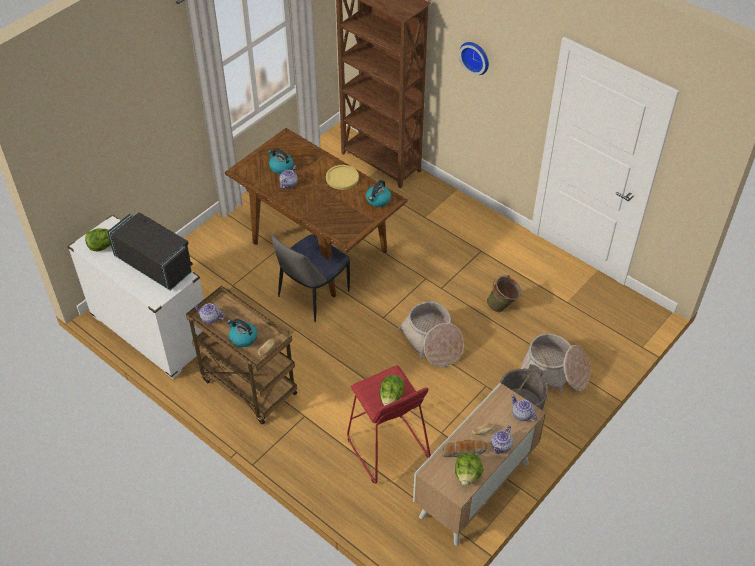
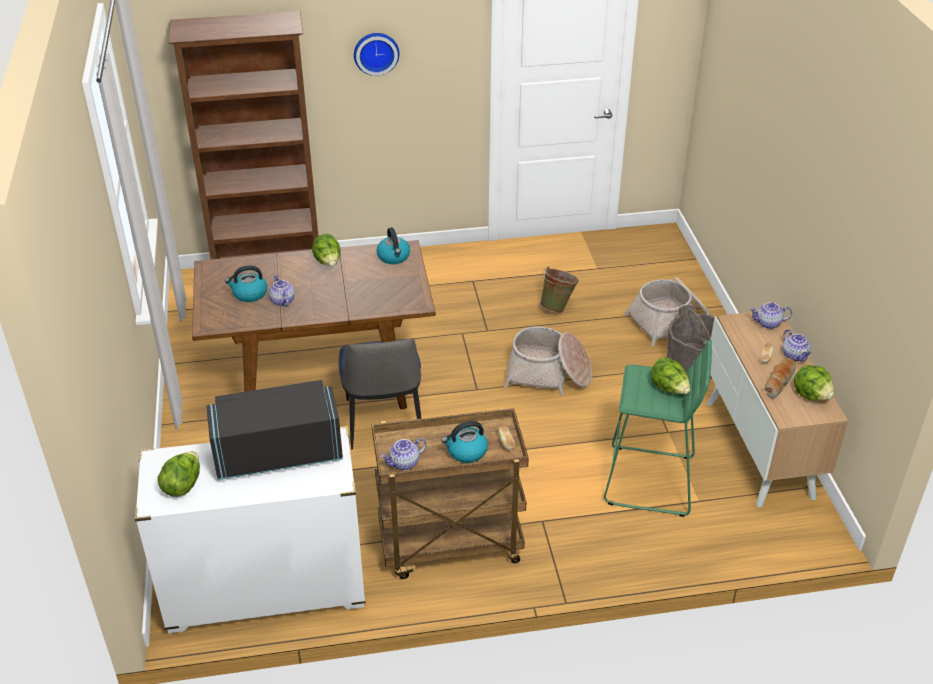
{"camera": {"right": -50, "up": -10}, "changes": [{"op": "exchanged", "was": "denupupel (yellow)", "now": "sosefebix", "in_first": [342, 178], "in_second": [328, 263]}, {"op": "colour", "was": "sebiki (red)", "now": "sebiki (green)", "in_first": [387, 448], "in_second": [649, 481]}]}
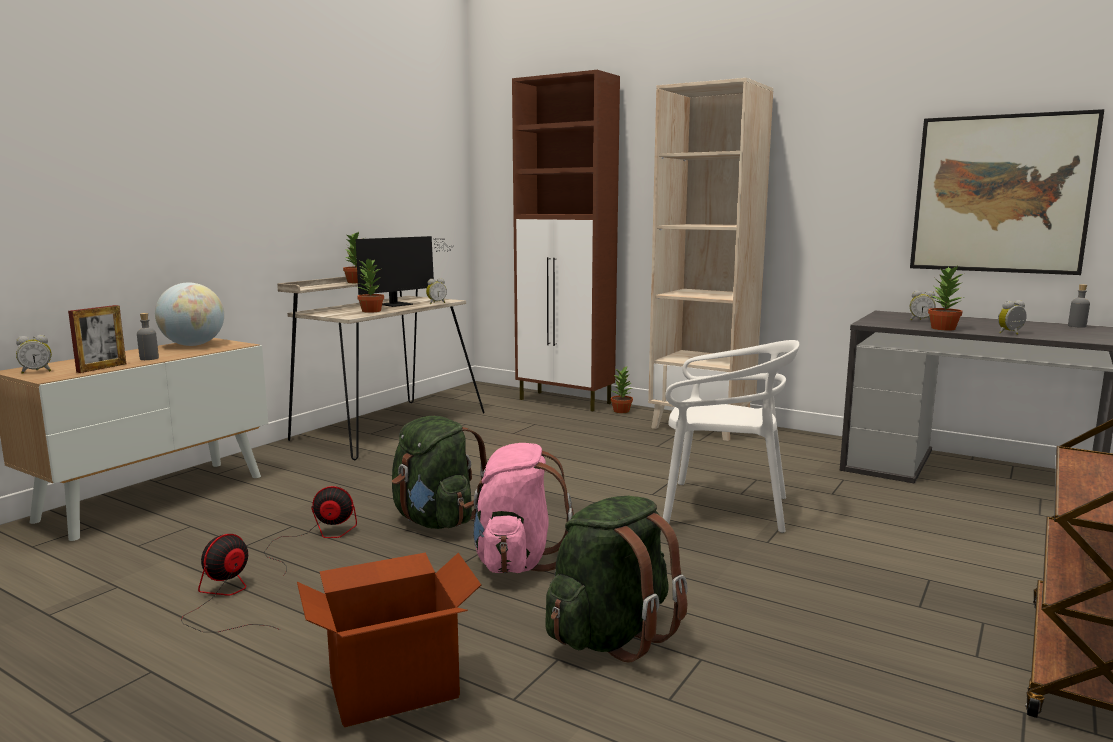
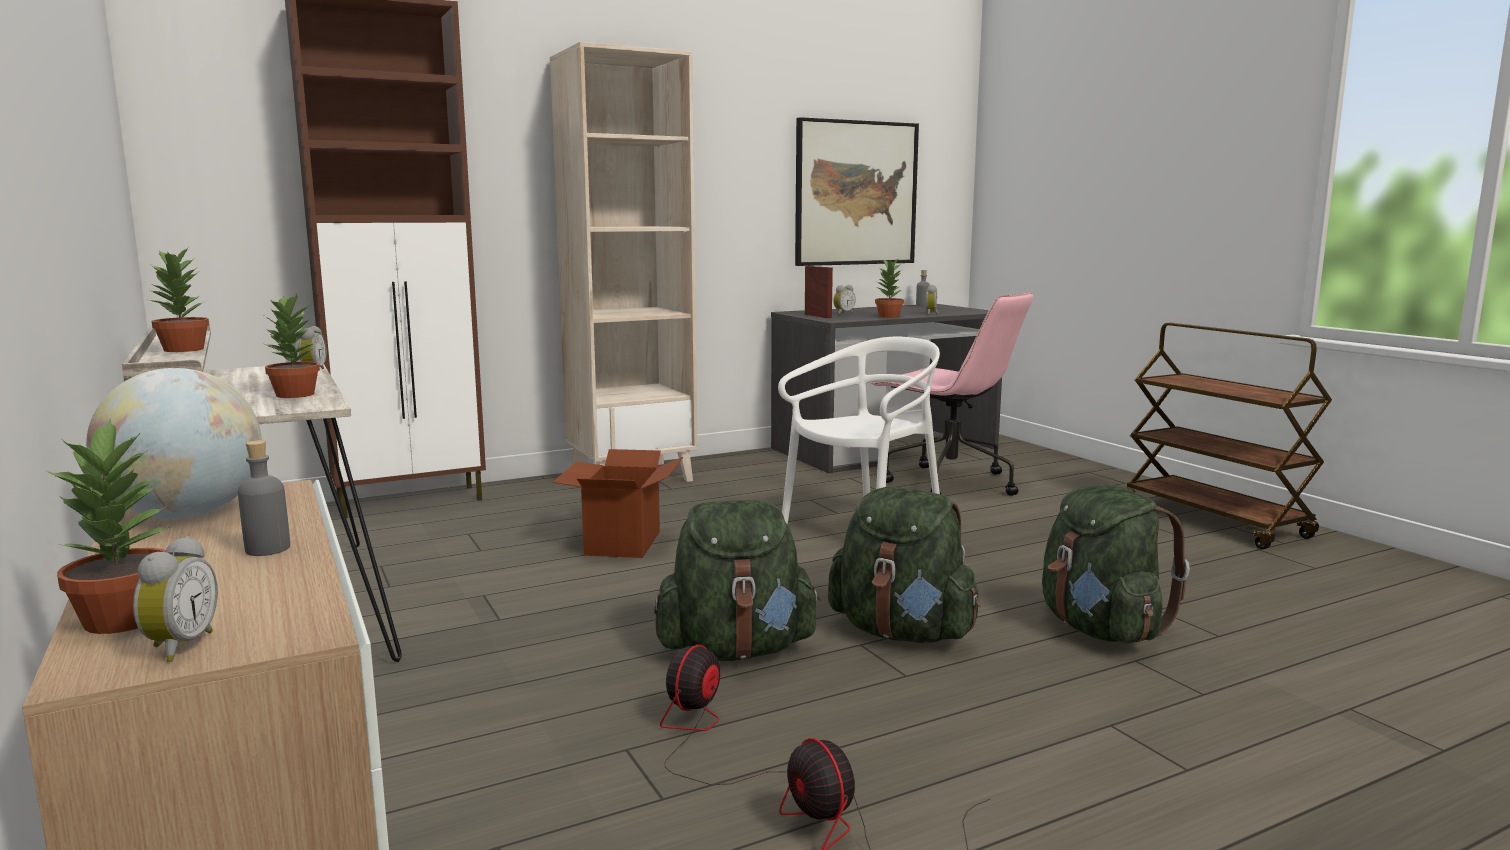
{"camera": {"right": -60, "up": 0}, "changes": [{"op": "missing", "was": "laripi", "in_first": [400, 304]}, {"op": "appeared", "now": "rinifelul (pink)", "in_second": [948, 483]}, {"op": "relocated", "was": "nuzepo", "in_first": [102, 368], "in_second": [818, 316]}, {"op": "relocated", "was": "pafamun", "in_first": [393, 687], "in_second": [621, 543]}, {"op": "relocated", "was": "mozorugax", "in_first": [622, 411], "in_second": [127, 619]}, {"op": "colour", "was": "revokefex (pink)", "now": "revokefex (green)", "in_first": [515, 561], "in_second": [902, 633]}]}
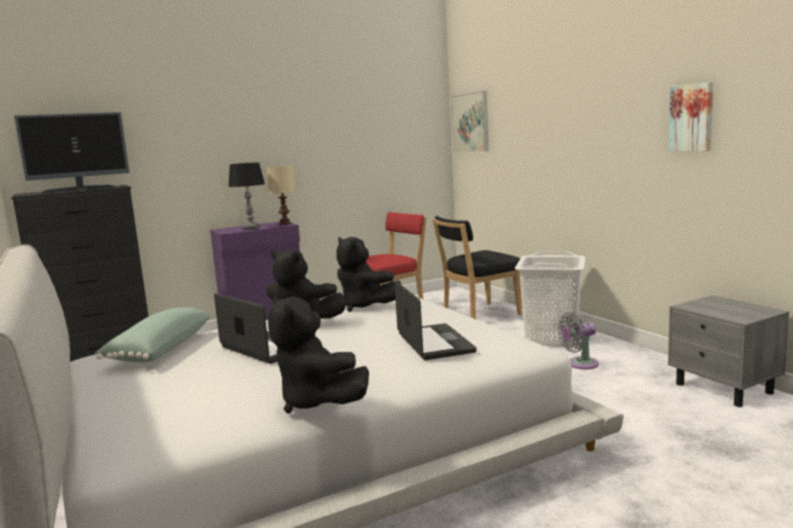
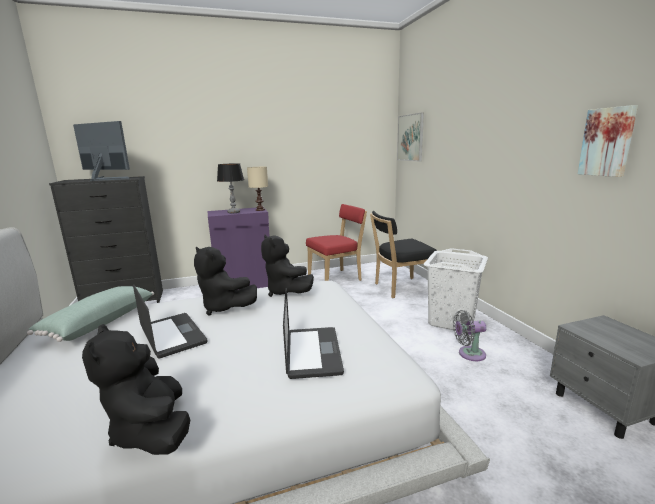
{"camera": {"right": 10, "up": 5}, "changes": [{"op": "spun", "was": "laripi", "in_first": [81, 189], "in_second": [105, 179], "clockwise": -135}]}
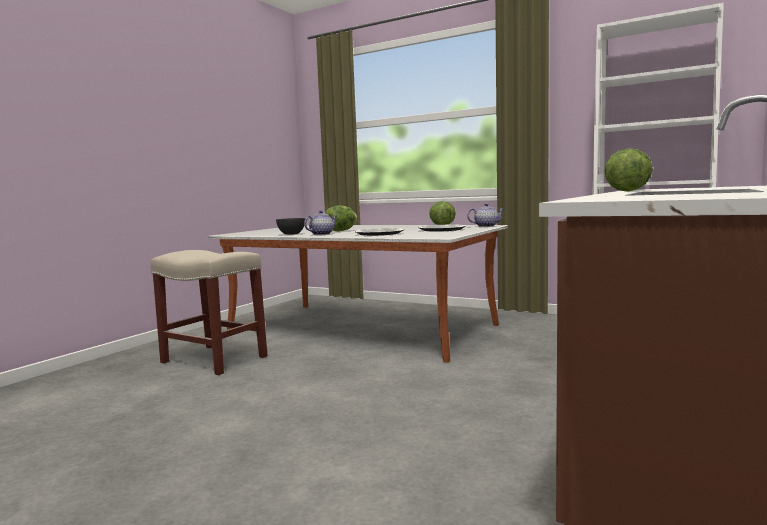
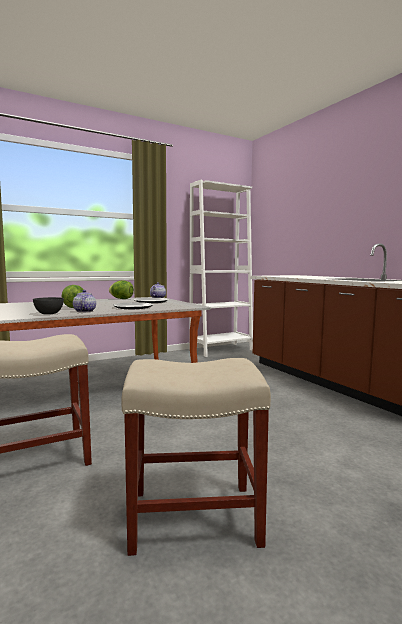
{"camera": {"right": -60, "up": 0}, "changes": [{"op": "missing", "was": "sosefebix", "in_first": [626, 191]}, {"op": "appeared", "now": "sebiki (beige)", "in_second": [191, 517]}]}
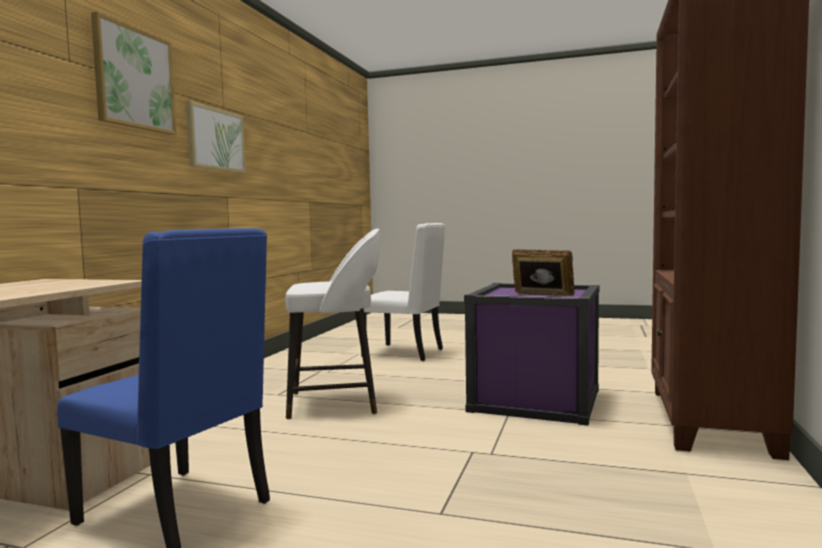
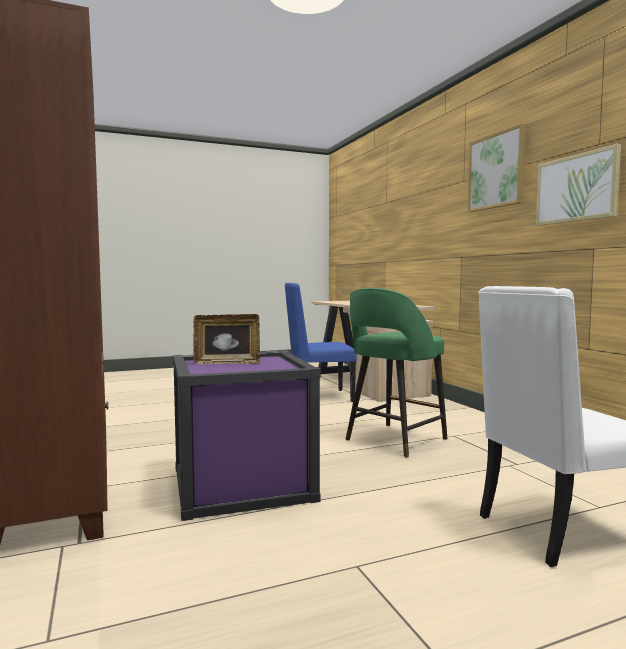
{"camera": {"right": 140, "up": 0}, "changes": [{"op": "colour", "was": "sebiki (white)", "now": "sebiki (green)", "in_first": [336, 403], "in_second": [394, 440]}]}
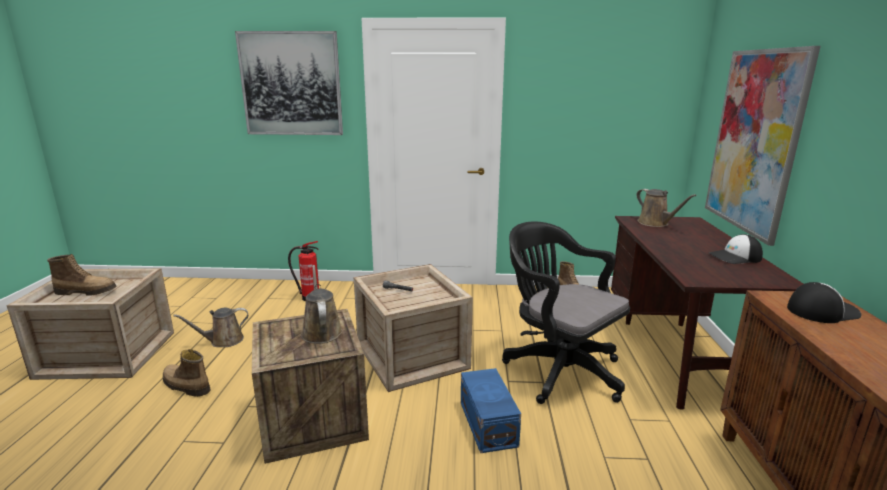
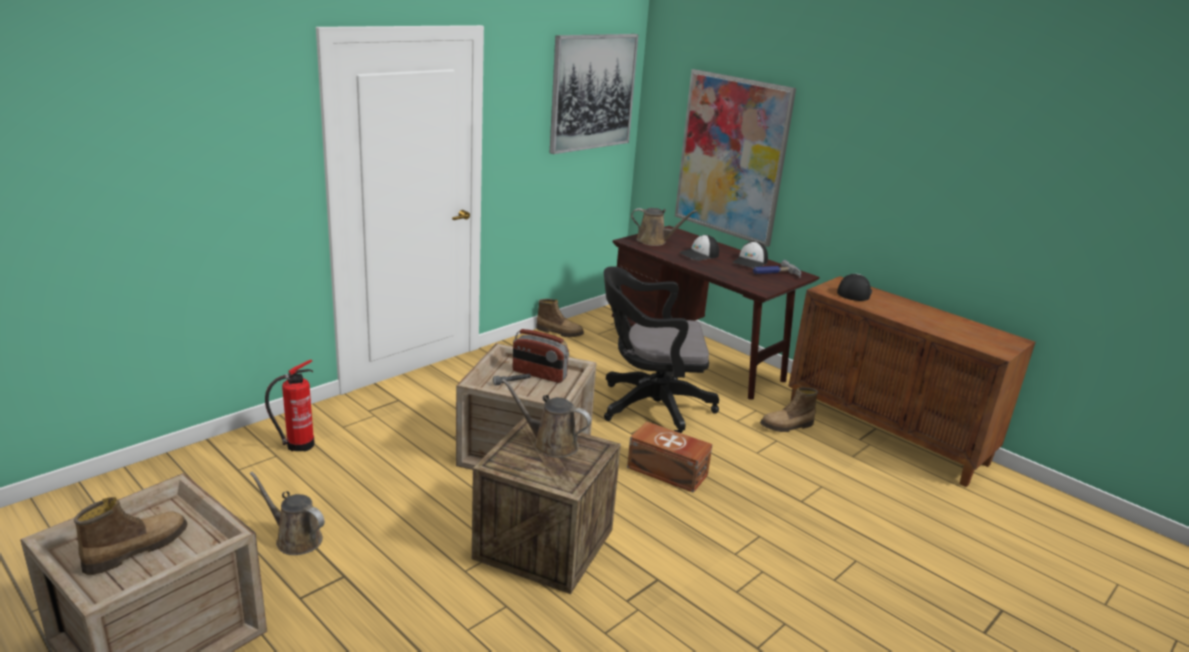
{"camera": {"right": -50, "up": 5}, "changes": [{"op": "appeared", "now": "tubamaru", "in_second": [539, 374]}, {"op": "appeared", "now": "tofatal", "in_second": [699, 255]}, {"op": "appeared", "now": "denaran", "in_second": [775, 274]}, {"op": "relocated", "was": "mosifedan", "in_first": [185, 386], "in_second": [787, 426]}, {"op": "relocated", "was": "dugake", "in_first": [291, 84], "in_second": [592, 92]}, {"op": "colour", "was": "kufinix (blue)", "now": "kufinix (brown)", "in_first": [487, 424], "in_second": [667, 472]}, {"op": "spun", "was": "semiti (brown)", "in_first": [223, 341], "in_second": [295, 539], "clockwise": 105}]}
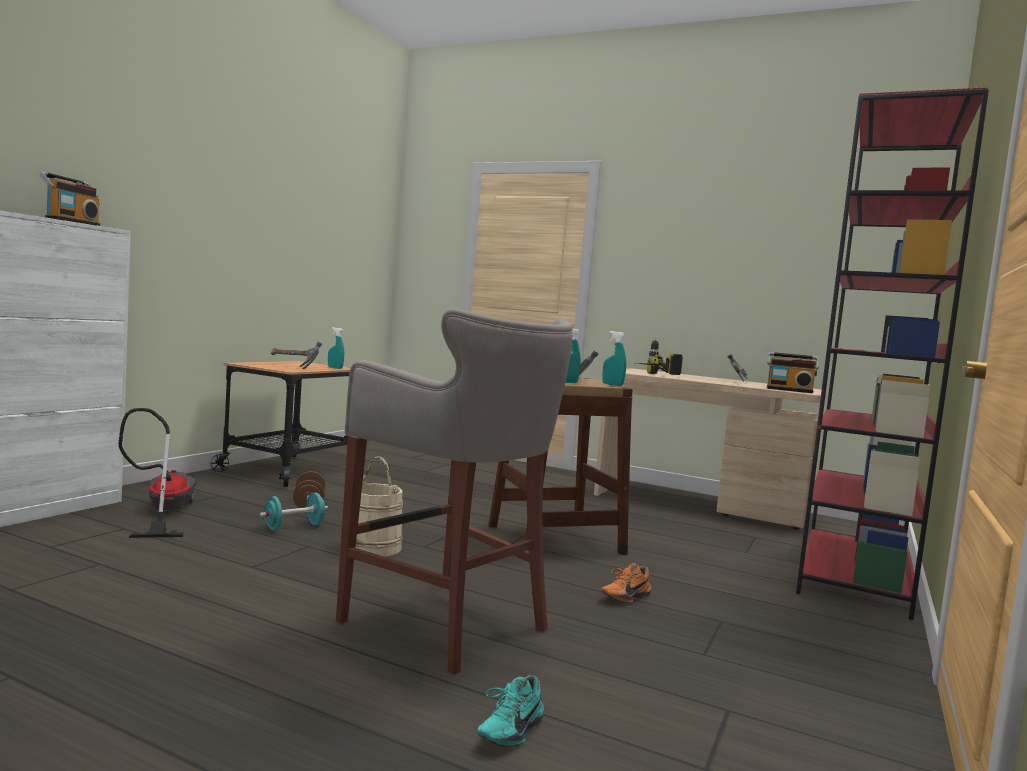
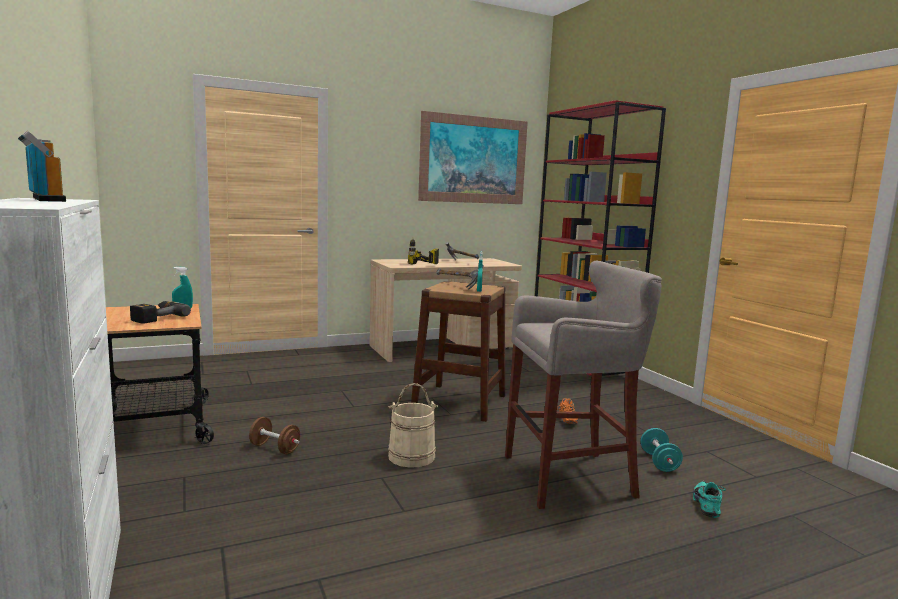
{"camera": {"right": -50, "up": 5}, "changes": [{"op": "missing", "was": "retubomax", "in_first": [162, 513]}, {"op": "missing", "was": "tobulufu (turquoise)", "in_first": [612, 384]}, {"op": "missing", "was": "tubamaru", "in_first": [789, 390]}, {"op": "appeared", "now": "dugake", "in_second": [473, 160]}, {"op": "relocated", "was": "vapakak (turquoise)", "in_first": [293, 527], "in_second": [659, 462]}, {"op": "exchanged", "was": "denaran", "now": "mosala", "in_first": [294, 366], "in_second": [156, 317]}, {"op": "spun", "was": "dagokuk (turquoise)", "in_first": [508, 730], "in_second": [708, 506], "clockwise": -150}]}
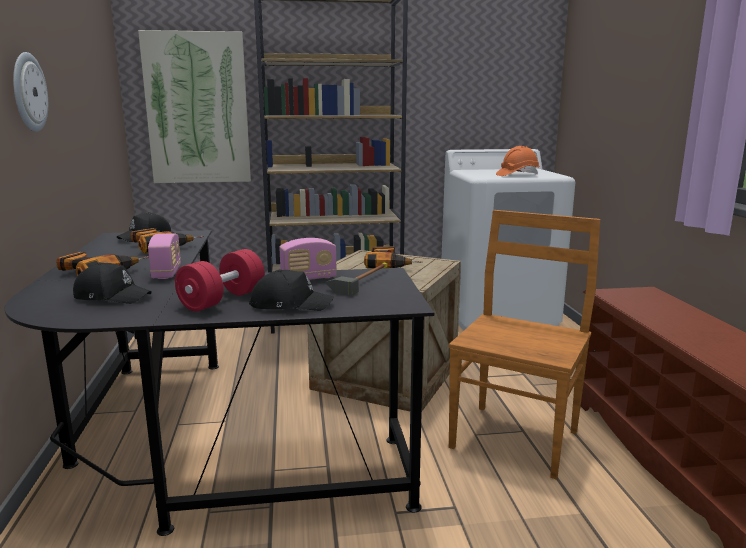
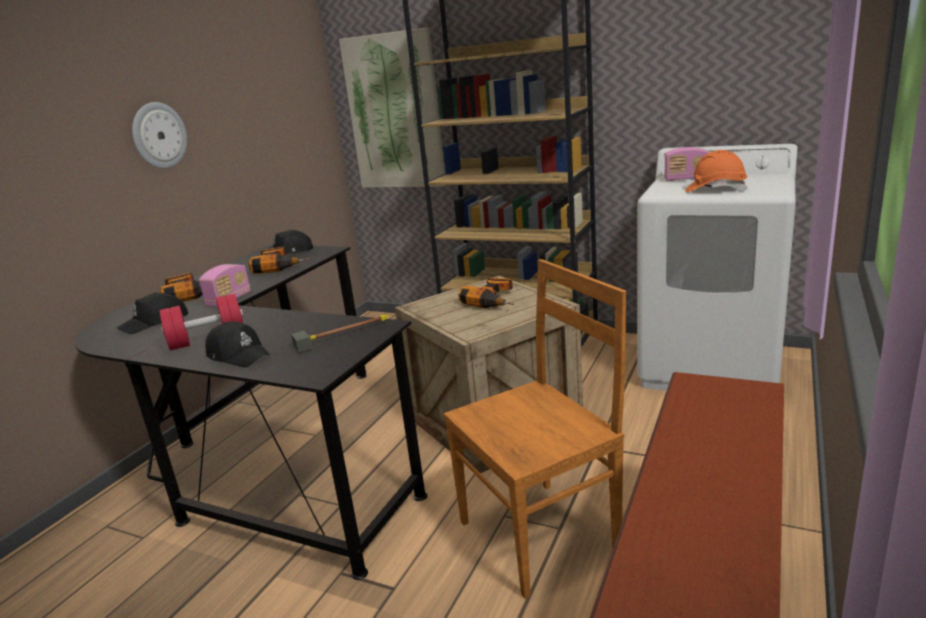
{"camera": {"right": 35, "up": 5}, "changes": [{"op": "relocated", "was": "tubamaru", "in_first": [308, 279], "in_second": [686, 179]}, {"op": "spun", "was": "tofatal (black)", "in_first": [112, 296], "in_second": [156, 322], "clockwise": 90}]}
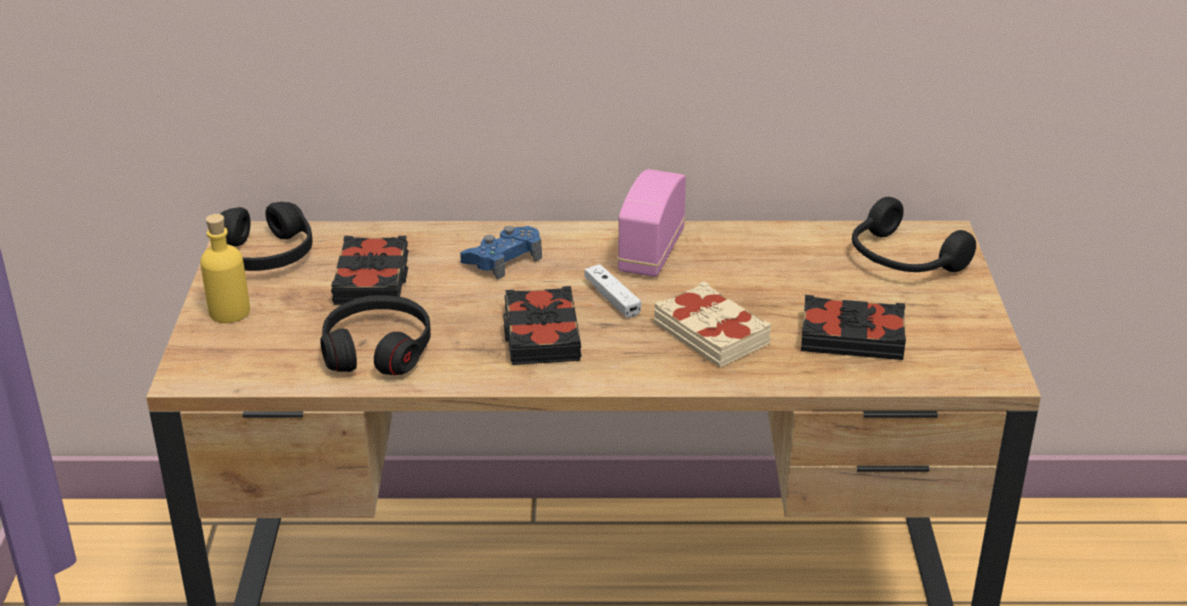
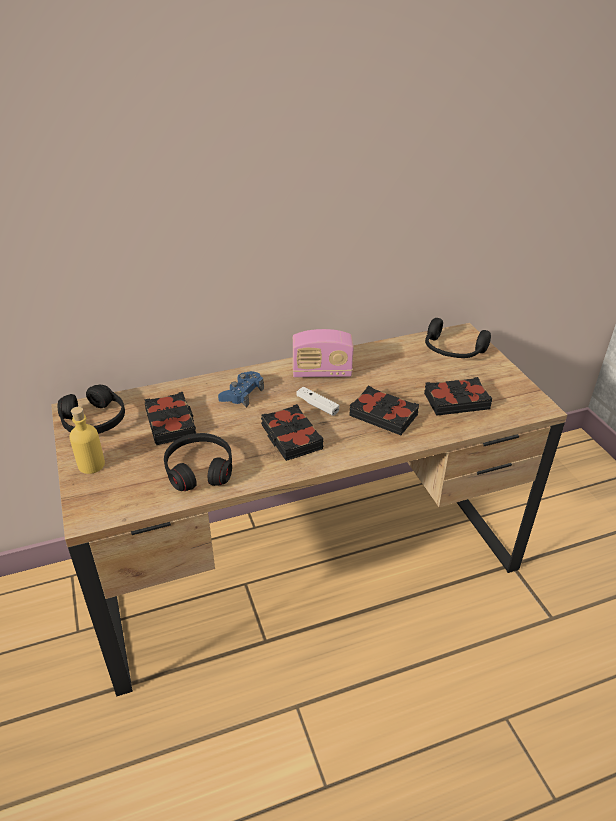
{"camera": {"right": -20, "up": 5}, "changes": [{"op": "colour", "was": "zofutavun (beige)", "now": "zofutavun (black)", "in_first": [712, 333], "in_second": [383, 415]}, {"op": "spun", "was": "tubamaru", "in_first": [651, 252], "in_second": [322, 373], "clockwise": -90}]}
